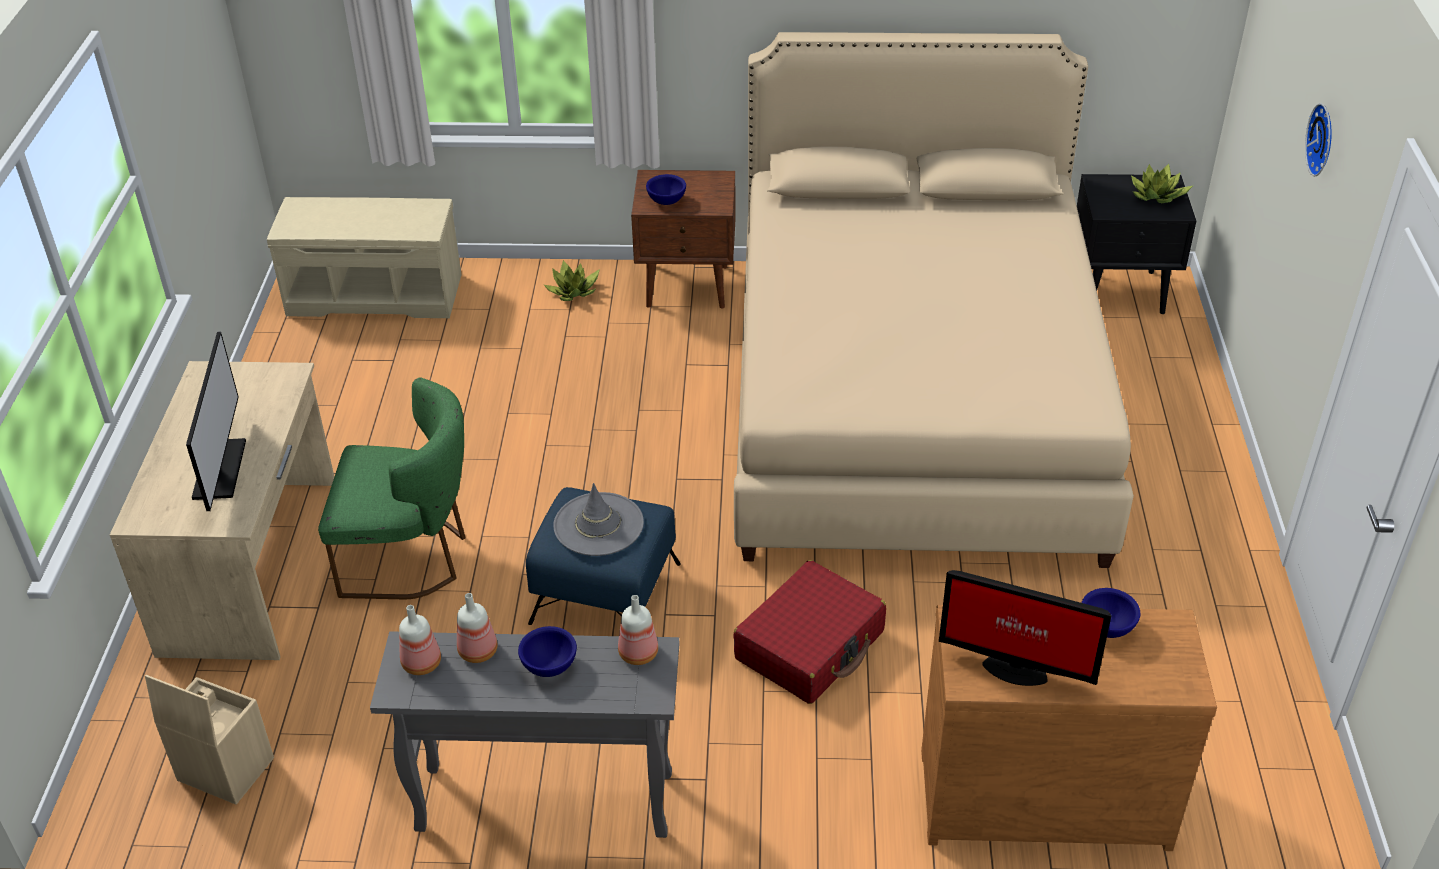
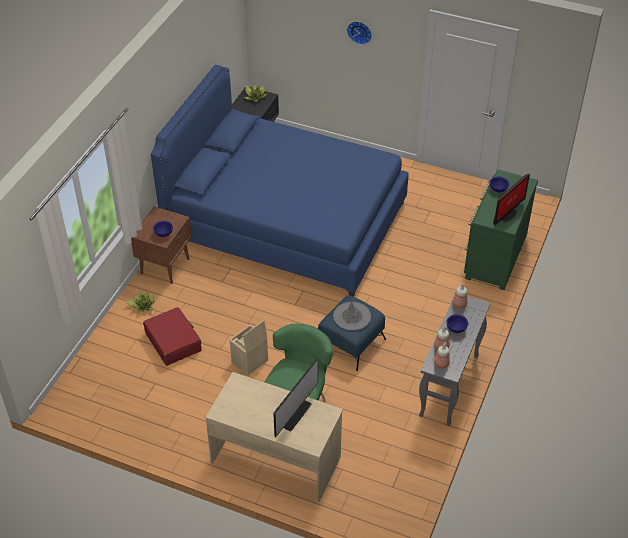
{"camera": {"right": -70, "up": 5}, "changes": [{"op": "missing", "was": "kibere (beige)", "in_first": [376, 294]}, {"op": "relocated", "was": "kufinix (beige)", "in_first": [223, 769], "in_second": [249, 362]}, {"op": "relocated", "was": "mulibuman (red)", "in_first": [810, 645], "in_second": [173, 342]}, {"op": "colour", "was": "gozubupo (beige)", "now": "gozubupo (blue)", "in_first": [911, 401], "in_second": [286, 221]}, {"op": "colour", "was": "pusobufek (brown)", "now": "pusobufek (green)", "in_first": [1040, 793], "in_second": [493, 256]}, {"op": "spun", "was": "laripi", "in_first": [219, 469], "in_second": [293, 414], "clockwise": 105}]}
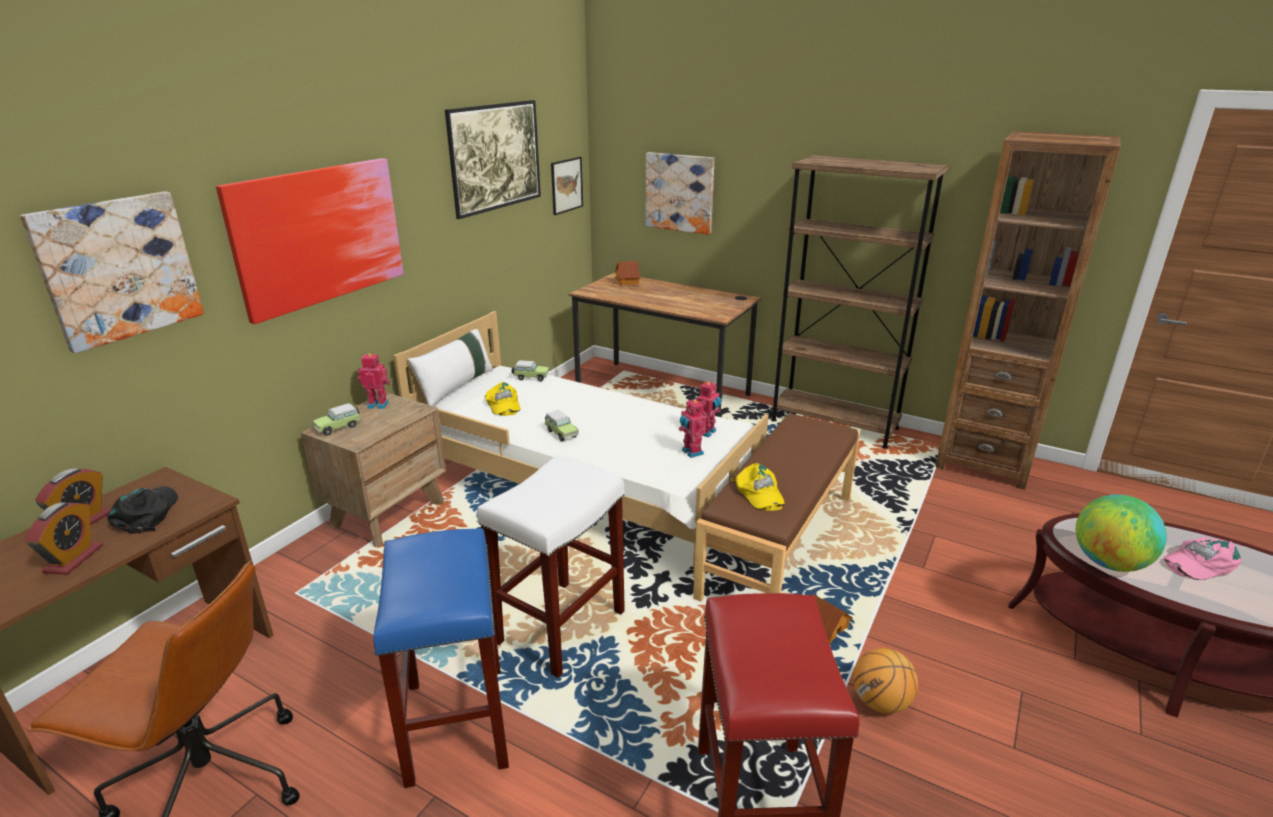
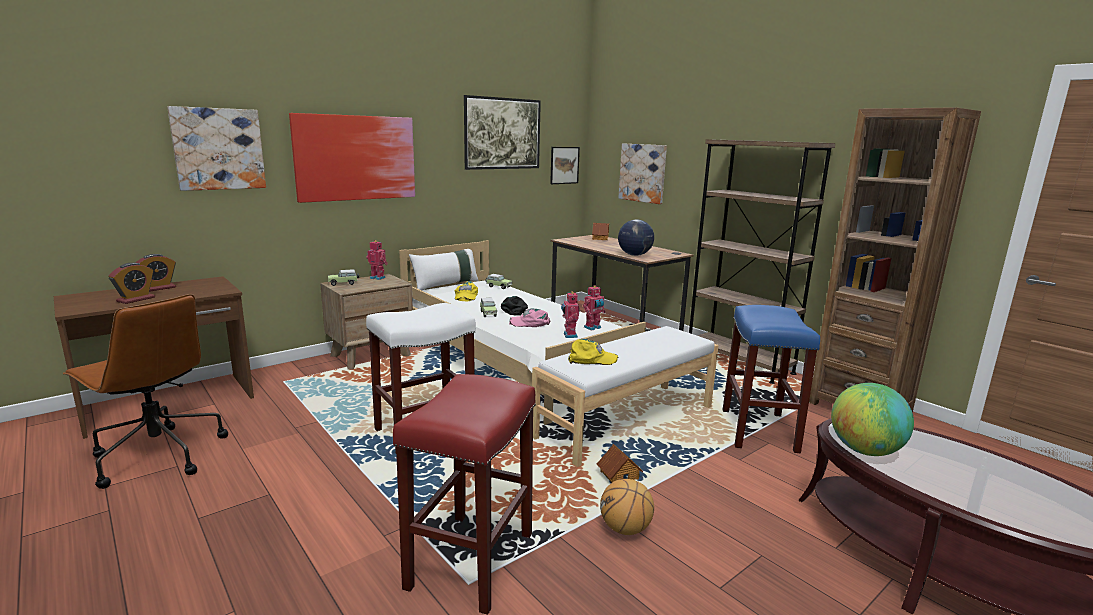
{"camera": {"right": 20, "up": -10}, "changes": [{"op": "appeared", "now": "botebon", "in_second": [635, 255]}, {"op": "relocated", "was": "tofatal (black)", "in_first": [147, 513], "in_second": [515, 309]}, {"op": "relocated", "was": "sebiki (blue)", "in_first": [455, 722], "in_second": [757, 430]}, {"op": "relocated", "was": "tofatal (pink)", "in_first": [1199, 563], "in_second": [530, 323]}, {"op": "colour", "was": "kibere (brown)", "now": "kibere (white)", "in_first": [777, 544], "in_second": [625, 421]}, {"op": "spun", "was": "tofatal (yellow)", "in_first": [759, 493], "in_second": [591, 359], "clockwise": -90}]}
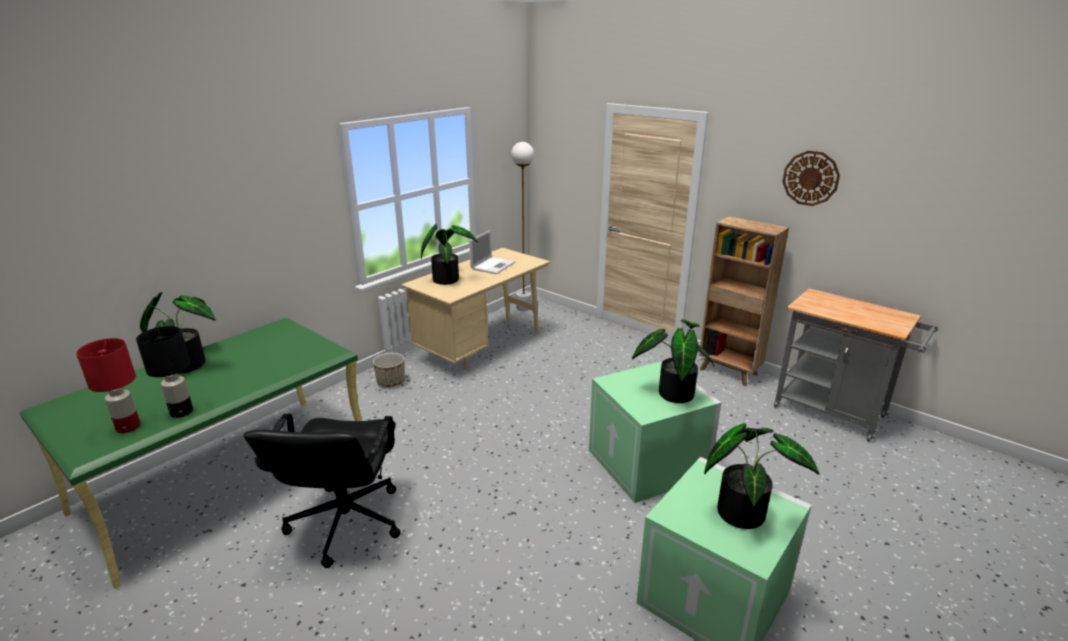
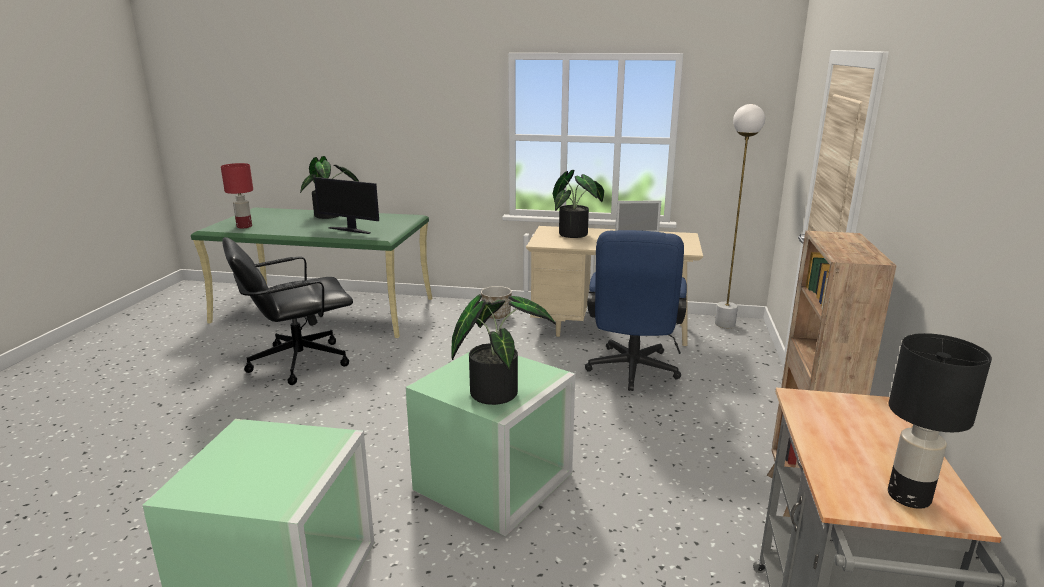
{"camera": {"right": 60, "up": -5}, "changes": [{"op": "missing", "was": "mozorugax", "in_first": [744, 510]}, {"op": "missing", "was": "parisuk", "in_first": [810, 178]}, {"op": "appeared", "now": "laripi", "in_second": [350, 230]}, {"op": "appeared", "now": "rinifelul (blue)", "in_second": [631, 372]}, {"op": "relocated", "was": "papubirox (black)", "in_first": [182, 412], "in_second": [910, 497]}]}
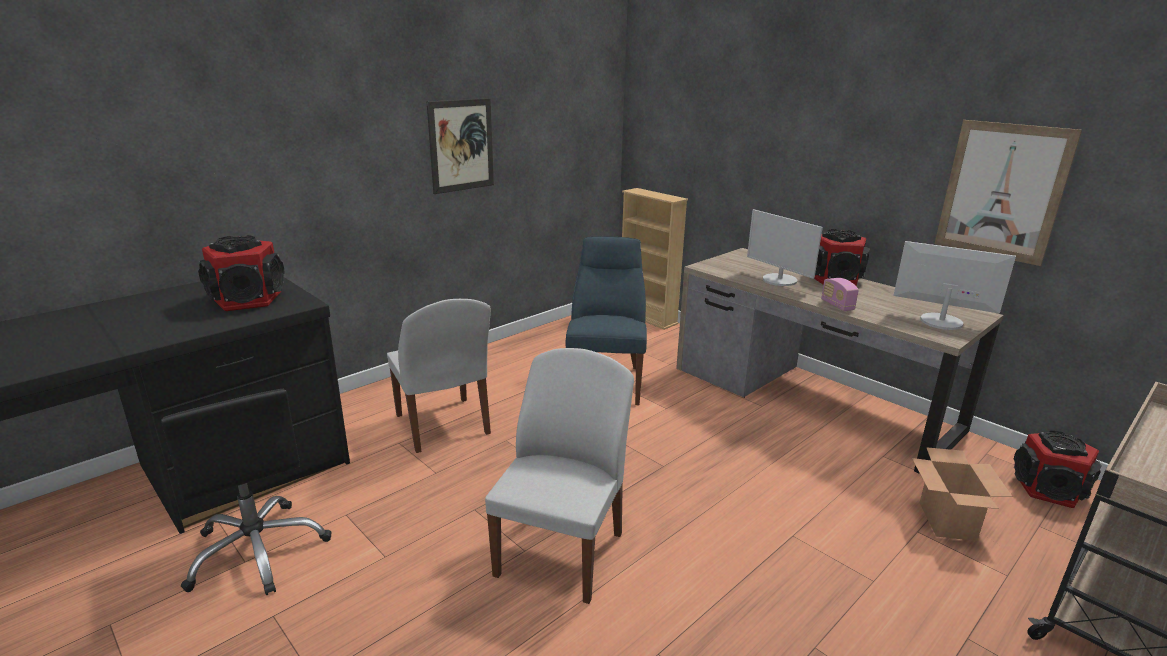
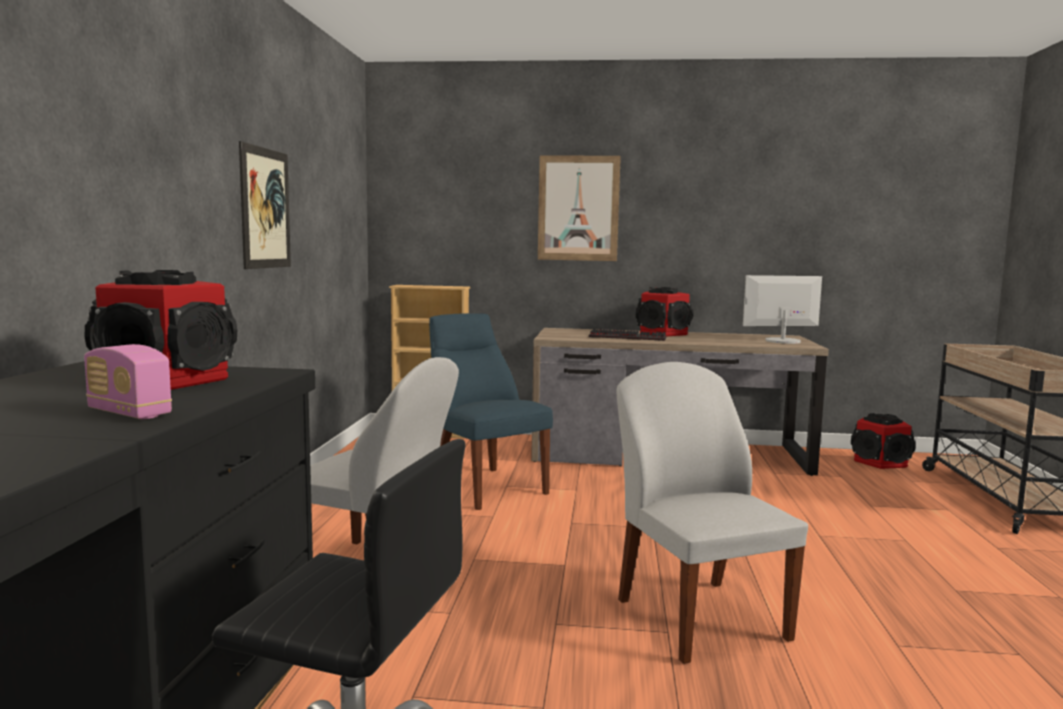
{"camera": {"right": -40, "up": -15}, "changes": [{"op": "missing", "was": "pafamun", "in_first": [947, 521]}, {"op": "relocated", "was": "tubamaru", "in_first": [837, 305], "in_second": [129, 413]}, {"op": "relocated", "was": "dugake", "in_first": [1002, 191], "in_second": [578, 208]}, {"op": "exchanged", "was": "laripi", "now": "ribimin", "in_first": [779, 280], "in_second": [629, 337]}]}
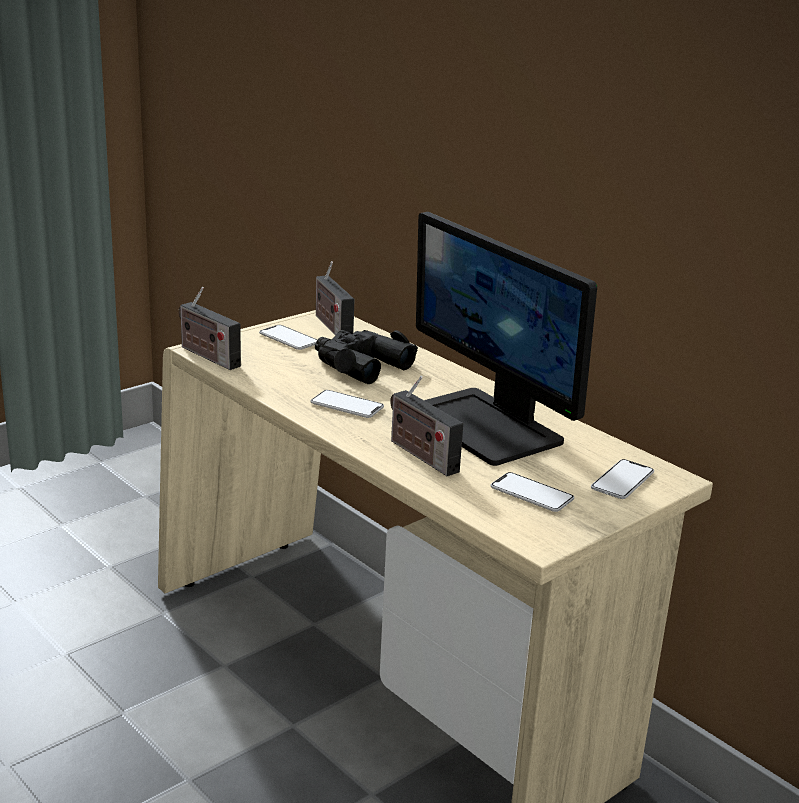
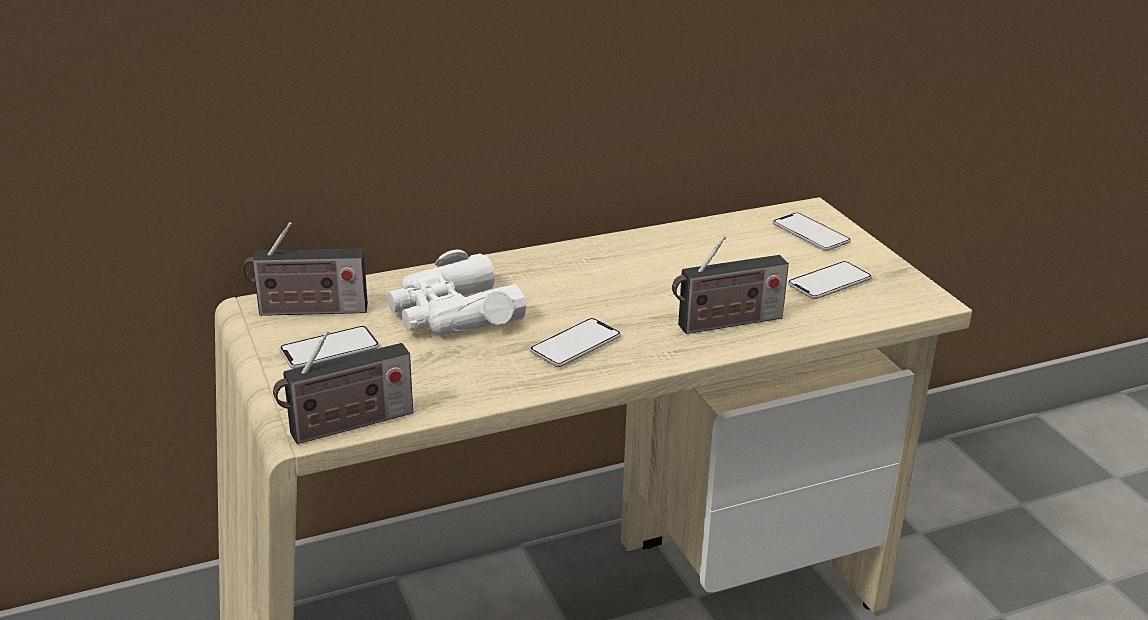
{"camera": {"right": -70, "up": 5}, "changes": [{"op": "missing", "was": "laripi", "in_first": [487, 426]}, {"op": "colour", "was": "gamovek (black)", "now": "gamovek (white)", "in_first": [360, 364], "in_second": [453, 313]}]}
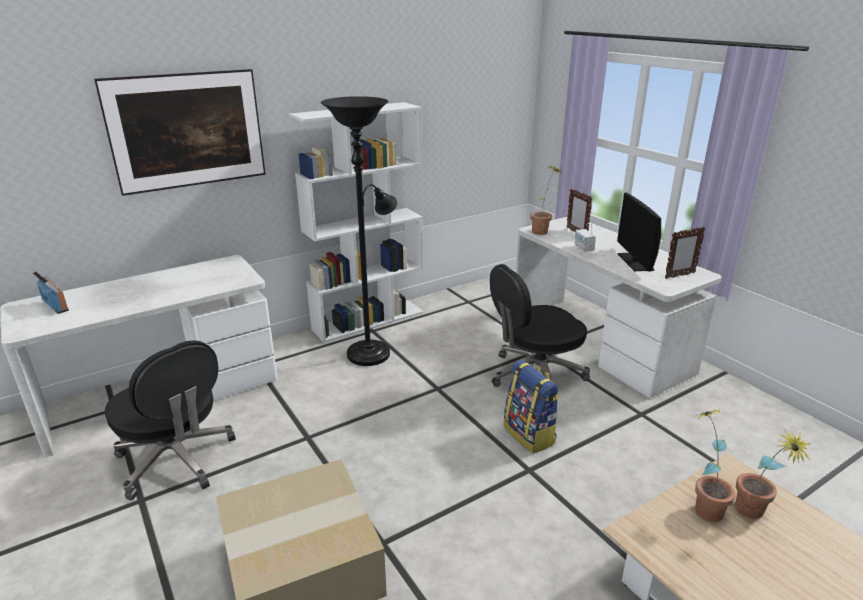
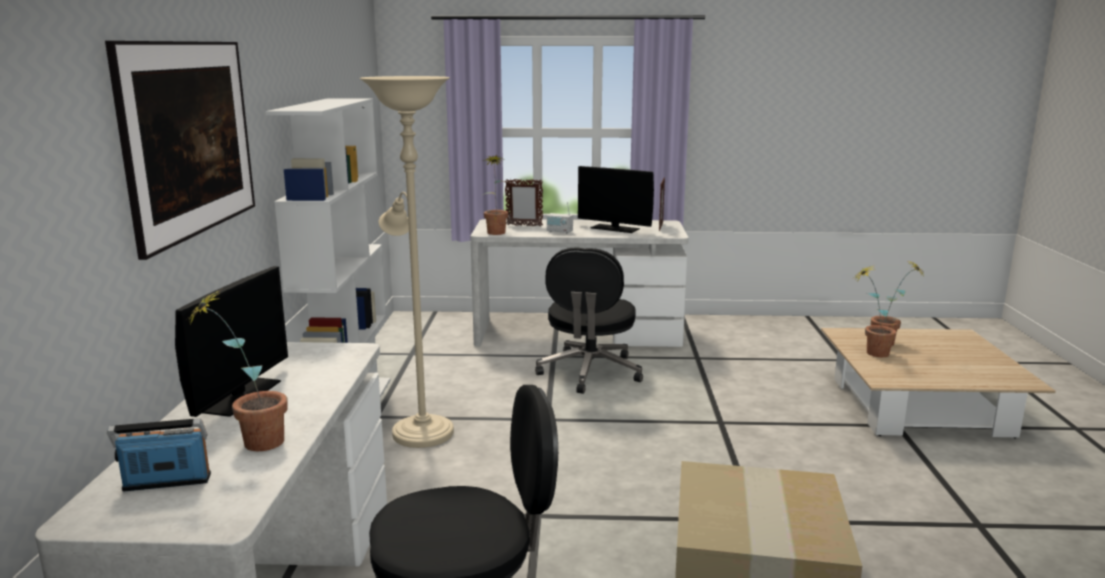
{"camera": {"right": -55, "up": -10}, "changes": [{"op": "missing", "was": "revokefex", "in_first": [530, 435]}, {"op": "appeared", "now": "laripi", "in_second": [239, 396]}, {"op": "appeared", "now": "mozorugax", "in_second": [251, 444]}, {"op": "colour", "was": "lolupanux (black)", "now": "lolupanux (beige)", "in_first": [371, 351], "in_second": [420, 430]}]}
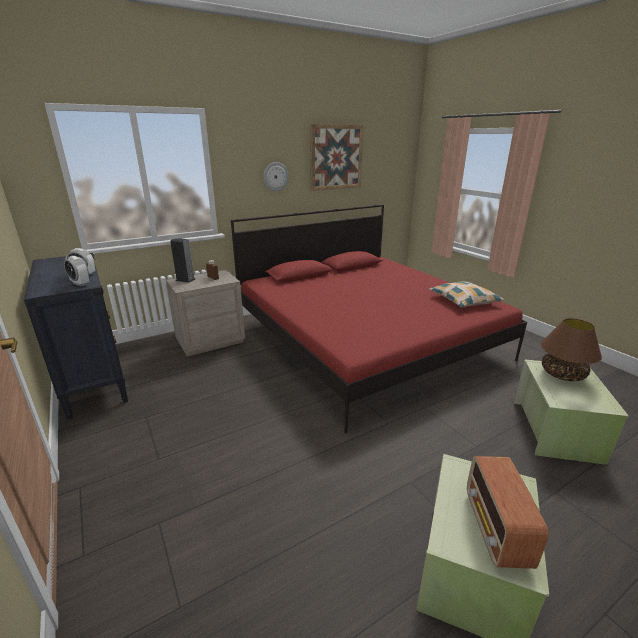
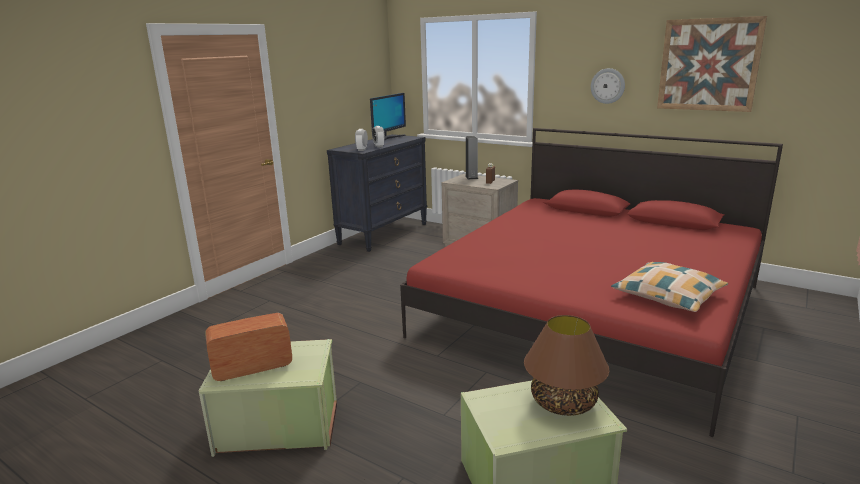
{"camera": {"right": 65, "up": -5}, "changes": [{"op": "appeared", "now": "laripi", "in_second": [387, 138]}]}
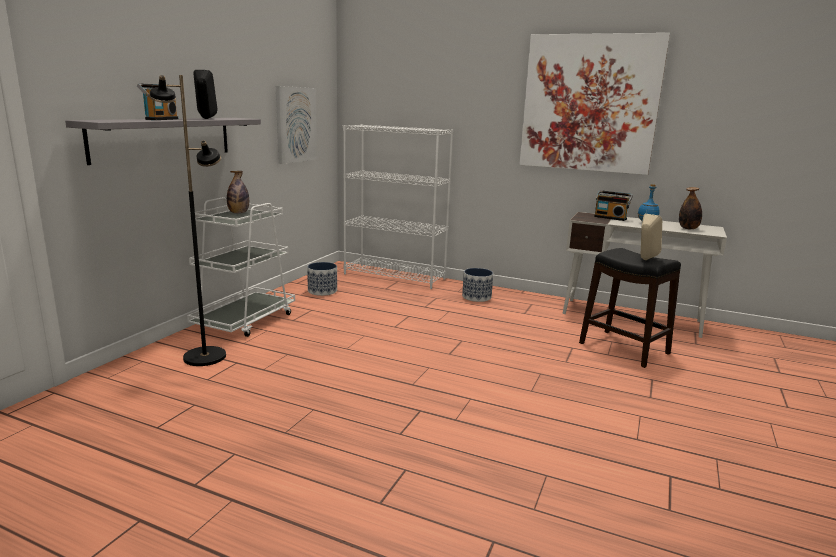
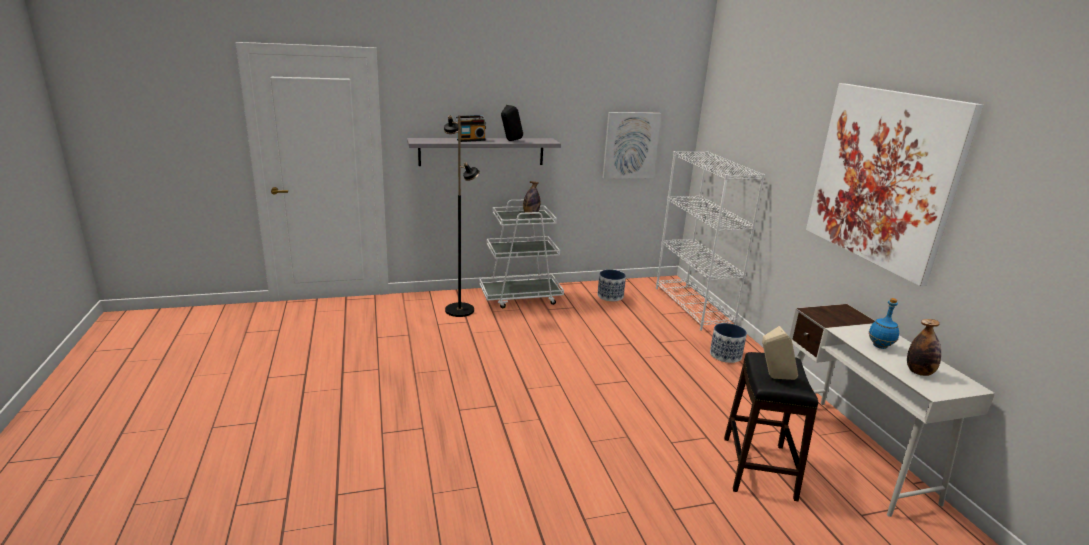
{"camera": {"right": 50, "up": 5}, "changes": [{"op": "missing", "was": "tubamaru", "in_first": [610, 218]}]}
